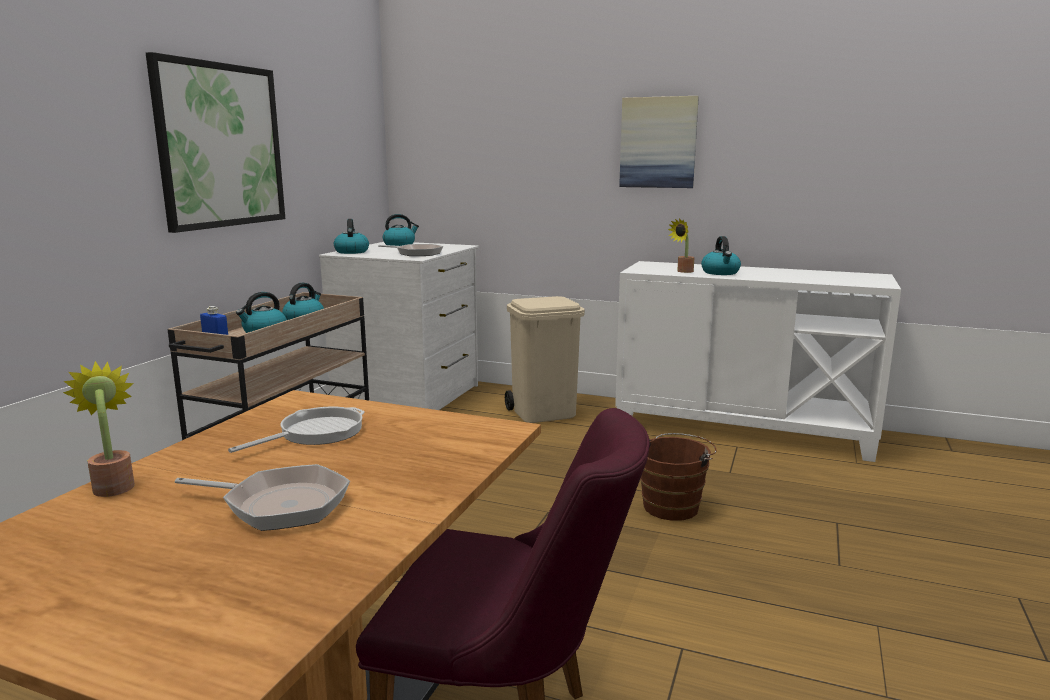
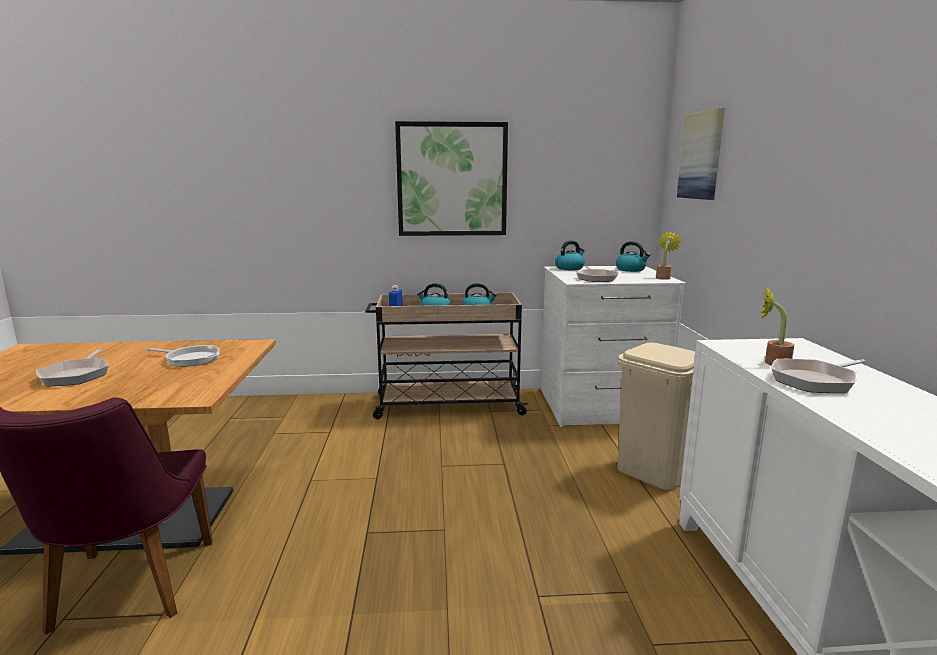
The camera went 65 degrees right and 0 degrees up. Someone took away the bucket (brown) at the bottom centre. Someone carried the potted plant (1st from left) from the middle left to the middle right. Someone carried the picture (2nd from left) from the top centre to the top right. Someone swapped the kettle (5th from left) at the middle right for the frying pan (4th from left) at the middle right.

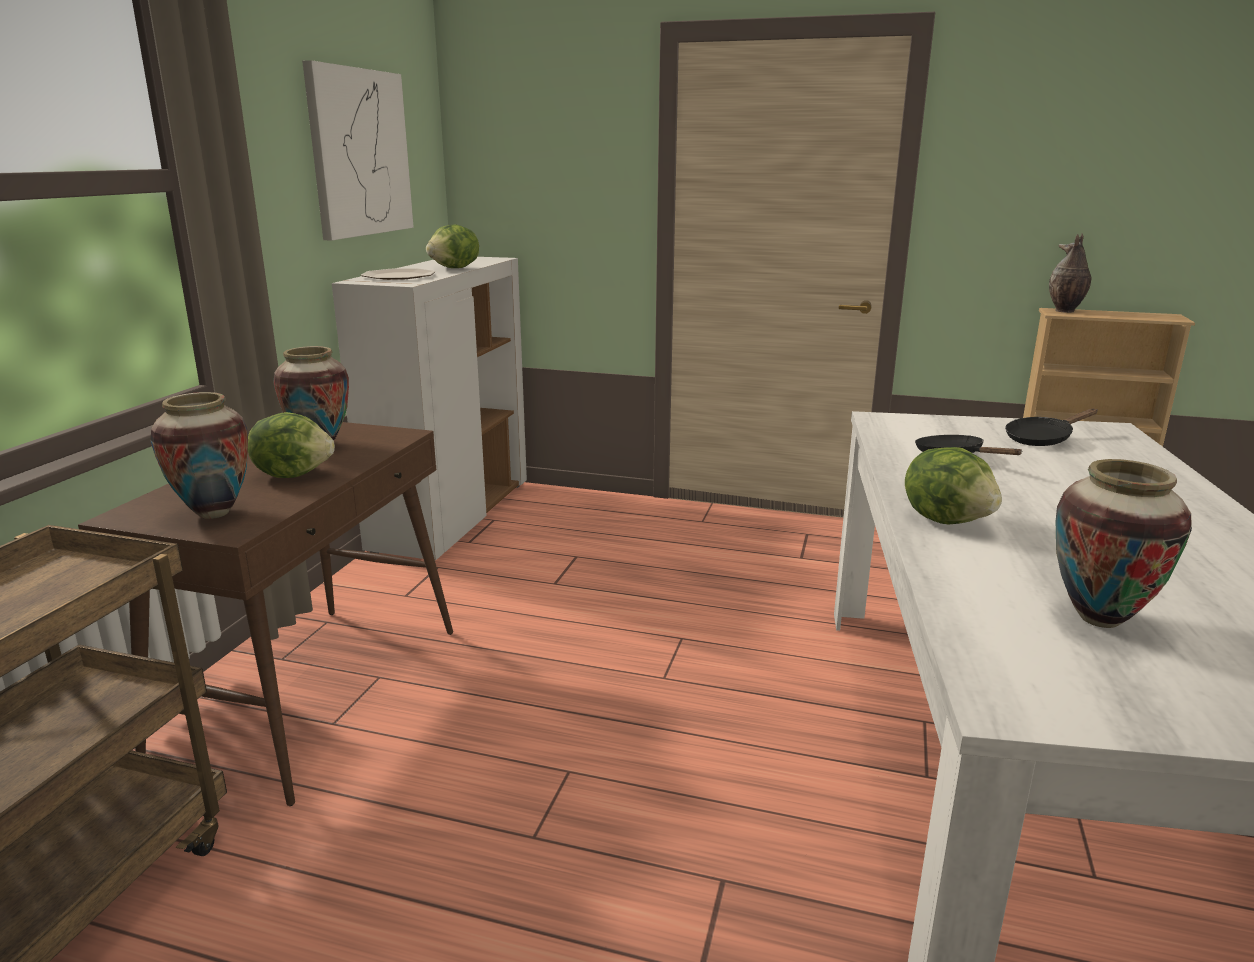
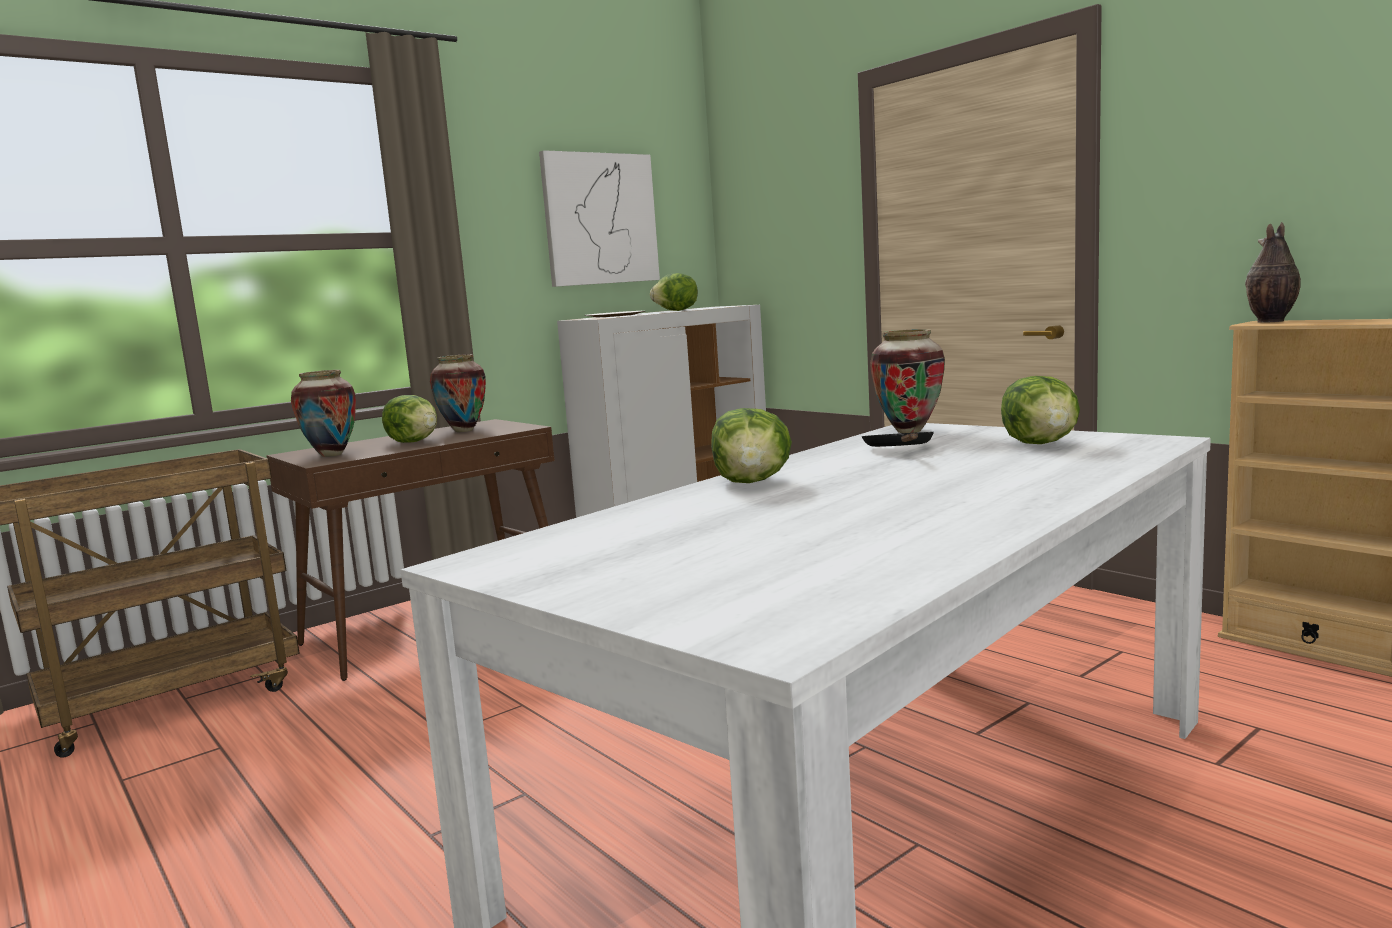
The camera went 35 degrees right and 10 degrees down. Someone carried the vase (4th from left in the first image) from the middle right to the centre. Someone swapped the frying pan (black) (2nd from left) at the middle right for the lettuce (4th from left) at the middle right.

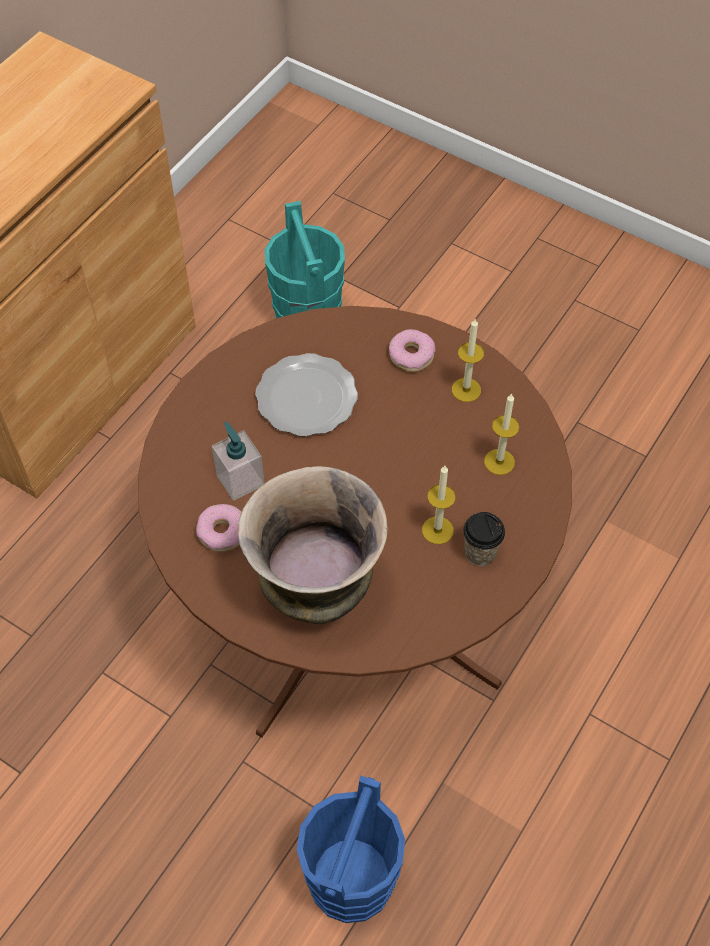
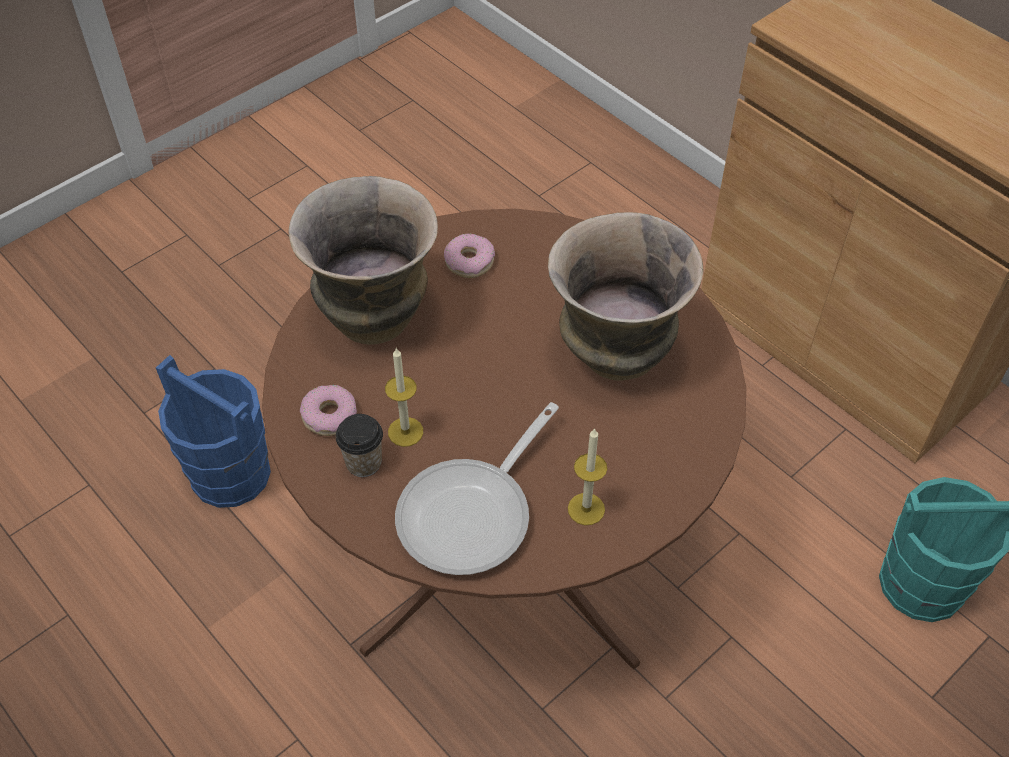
The camera went 105 degrees right and 5 degrees down. Someone took away the soap dispenser at the centre. Someone carried the donut (2nd from left in the first image) from the centre to the middle left. Someone swapped the plate at the centre for the vase (2nd from left) at the centre. Someone swapped the candle (3rd from left) at the middle right for the frying pan at the centre.

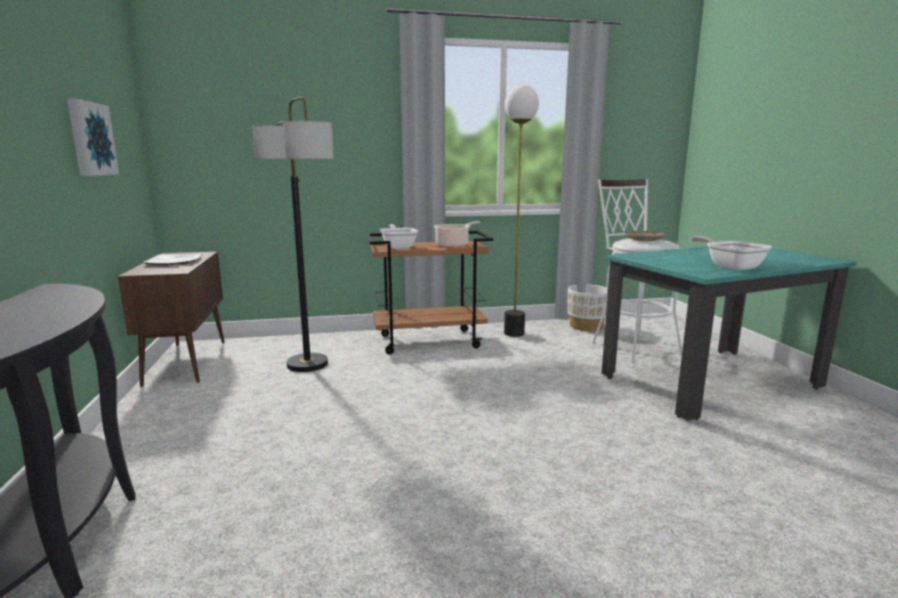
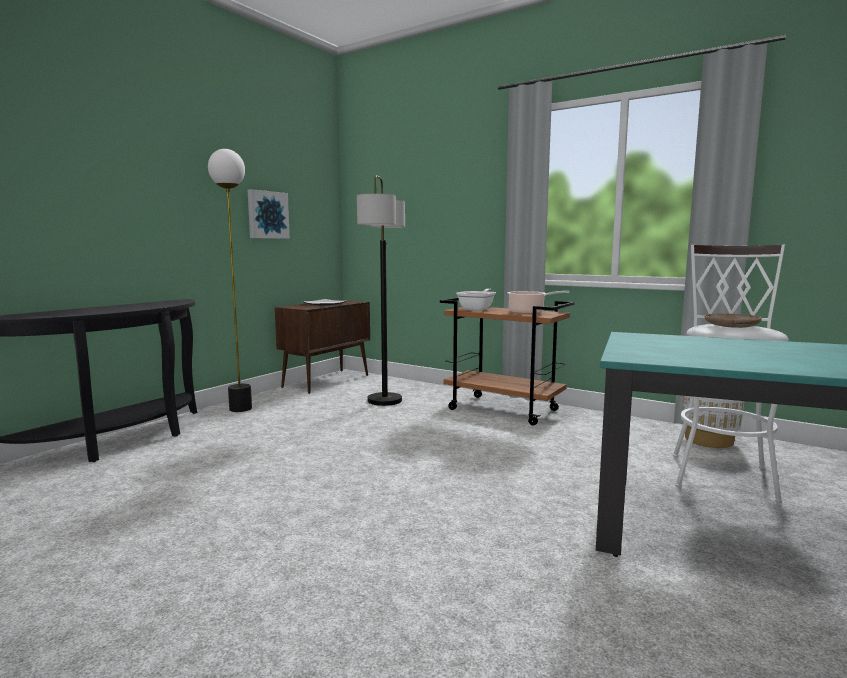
The camera went 45 degrees right and 5 degrees down. Someone took away the frying pan (2nd from left) at the middle right. Someone carried the floor lamp (2nd from left in the first image) from the centre to the middle left.

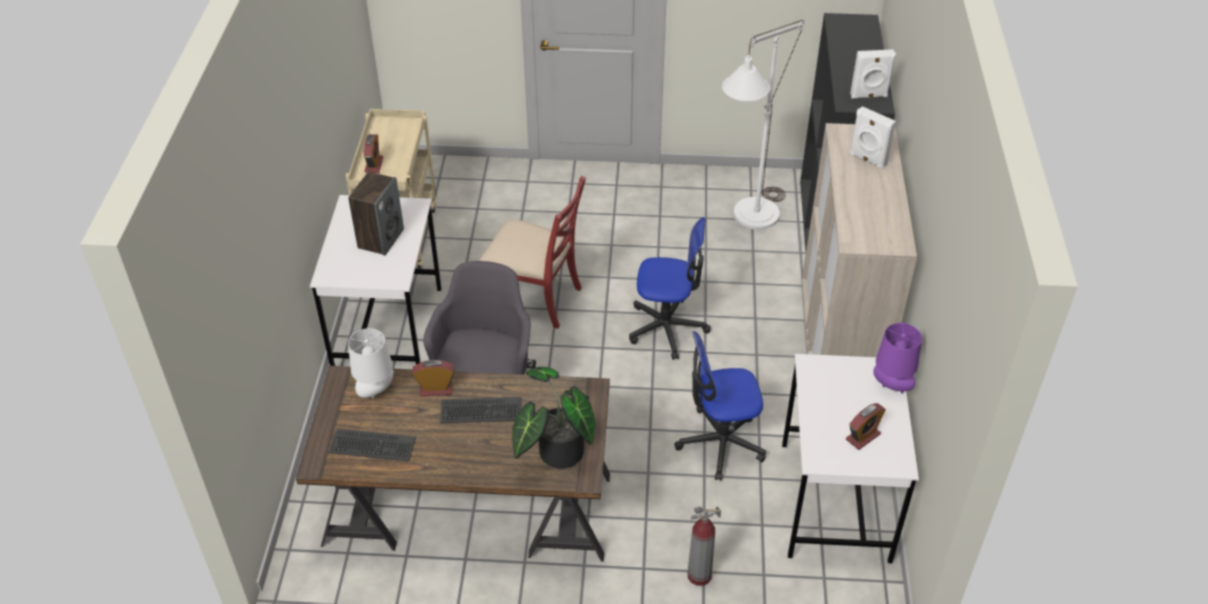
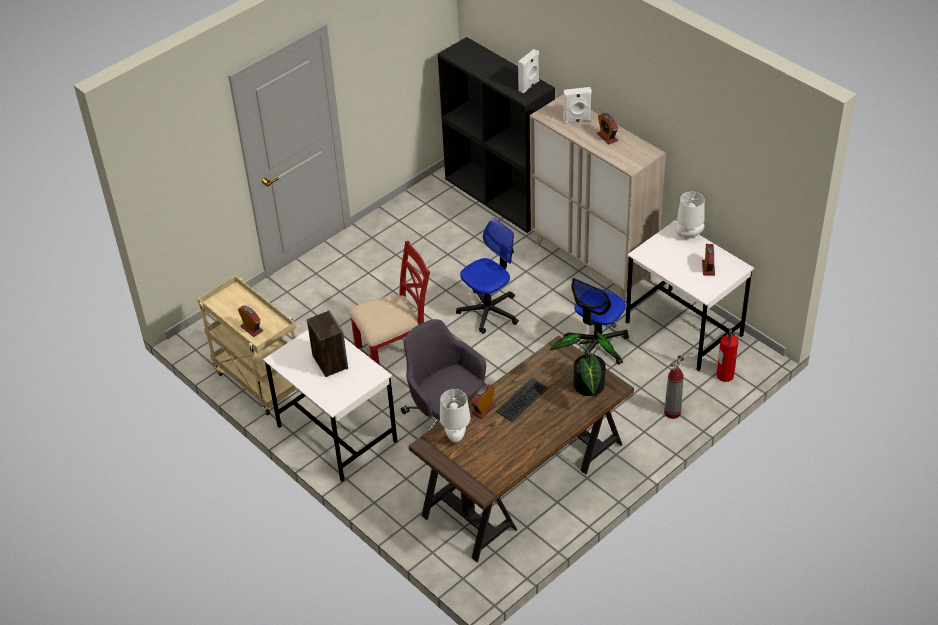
The camera went 45 degrees left and 0 degrees up. Someone took away the keyboard (1st from left) at the bottom left. Someone took away the floor lamp (white) at the top centre. Someone put down the alarm clock (3rd from left) at the top centre. Someone put down the fire extinguisher (2nd from left) at the middle right. Someone repainted the table lamp (purple) at the middle right, which became the table lamp (white) (2nd from left) at the middle right.

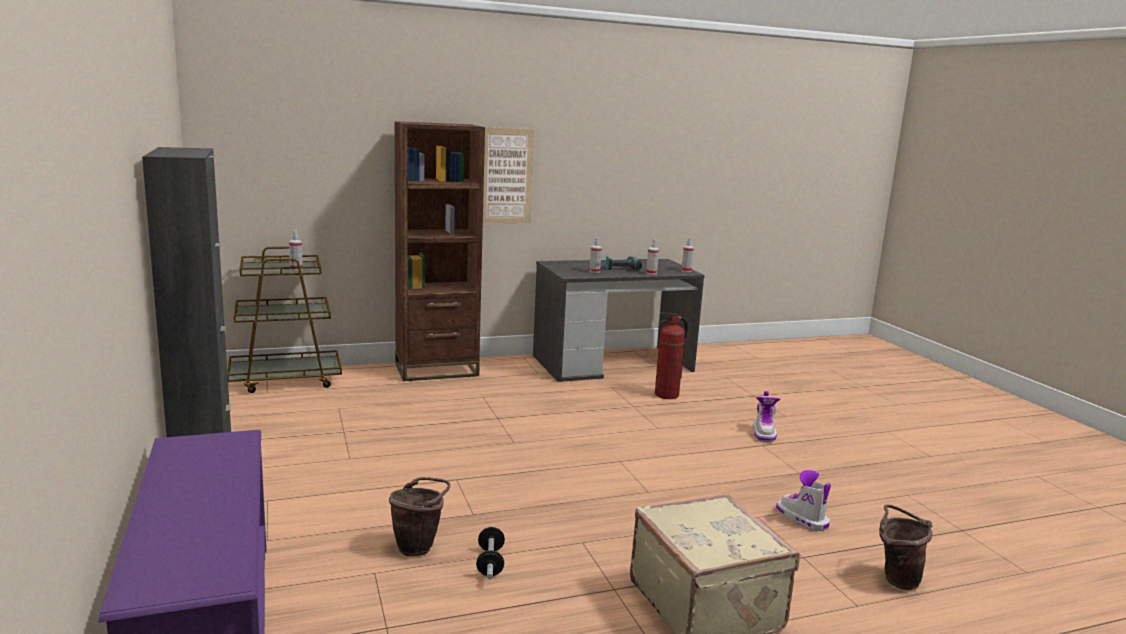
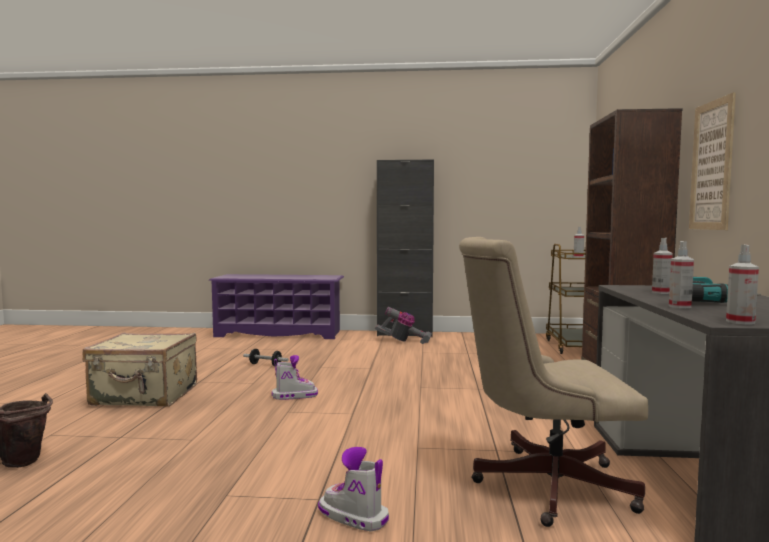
The camera went 115 degrees right and 10 degrees down. Someone took away the bucket (brown) (1st from left) at the bottom centre. Someone put down the vacuum cleaner at the centre. Someone carried the boot (2nd from left in the first image) from the bottom right to the bottom centre. Someone swapped the fire extinguisher at the centre for the office chair (beige) at the bottom right.

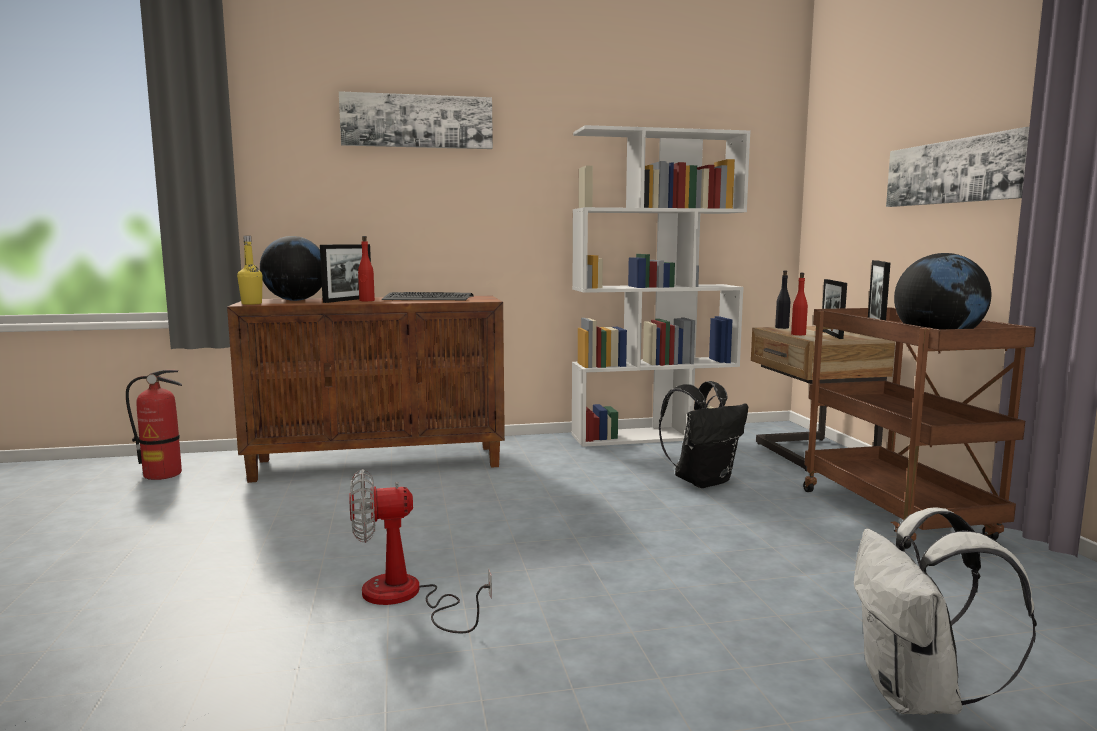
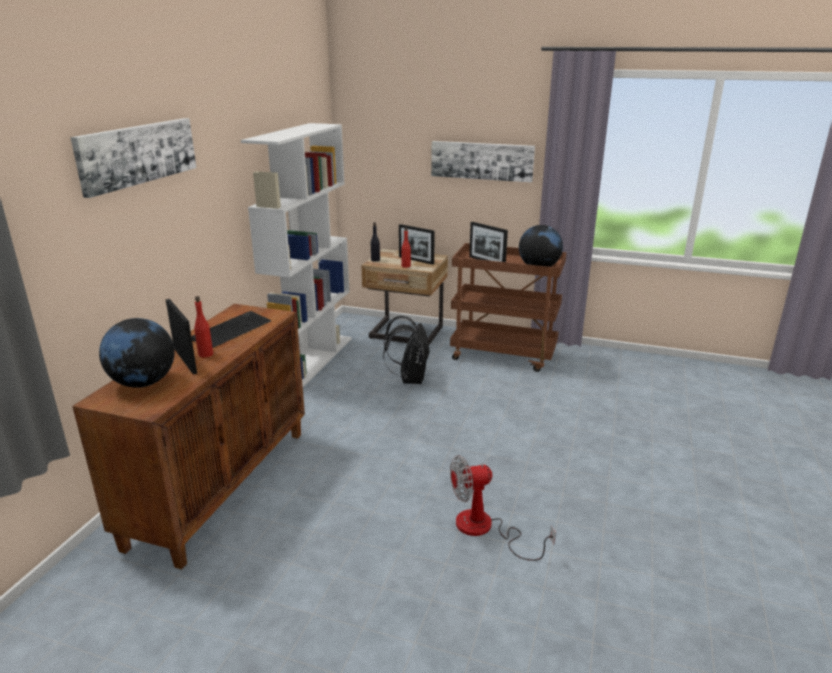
The camera went 60 degrees left and 15 degrees up. Someone took away the fire extinguisher at the middle left. Someone took away the bottle (yellow) at the middle left. Someone took away the backpack (white) at the bottom right. Someone rotated the fan at the bottom centre by 60 degrees clockwise.

